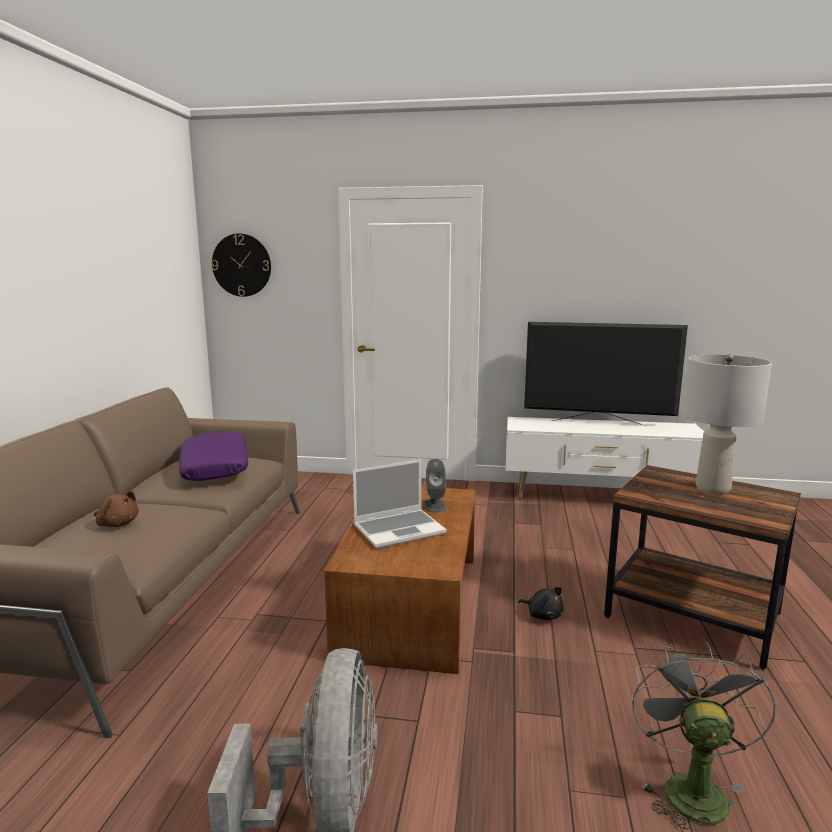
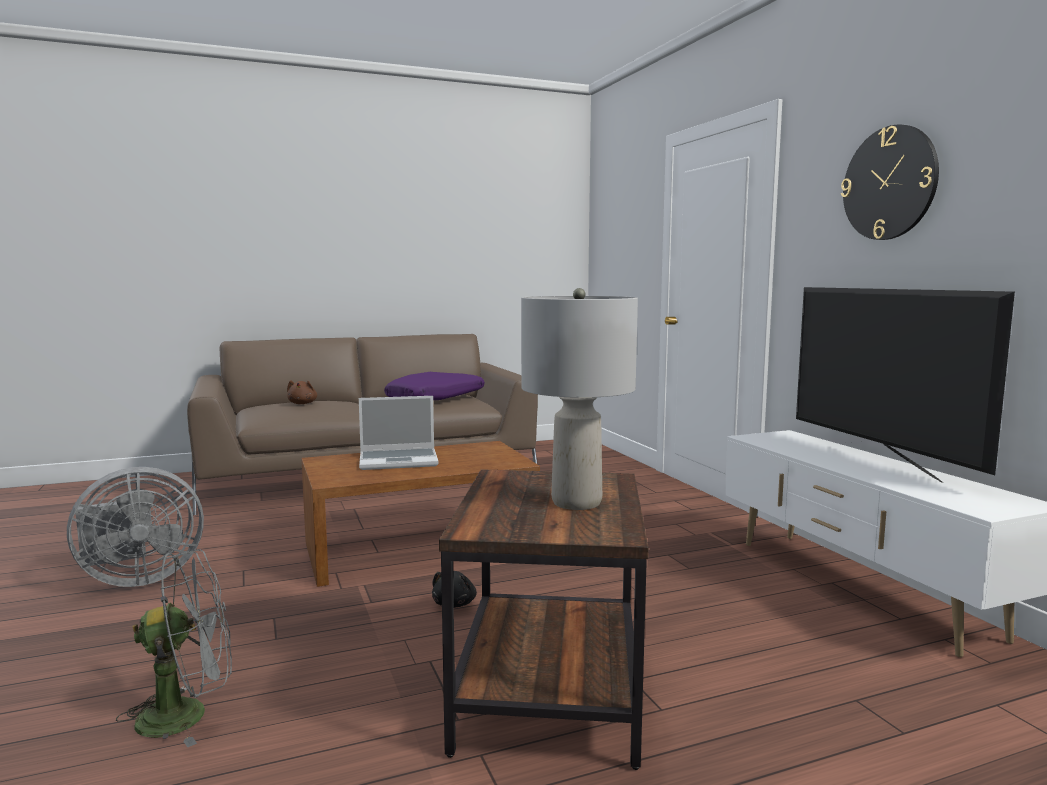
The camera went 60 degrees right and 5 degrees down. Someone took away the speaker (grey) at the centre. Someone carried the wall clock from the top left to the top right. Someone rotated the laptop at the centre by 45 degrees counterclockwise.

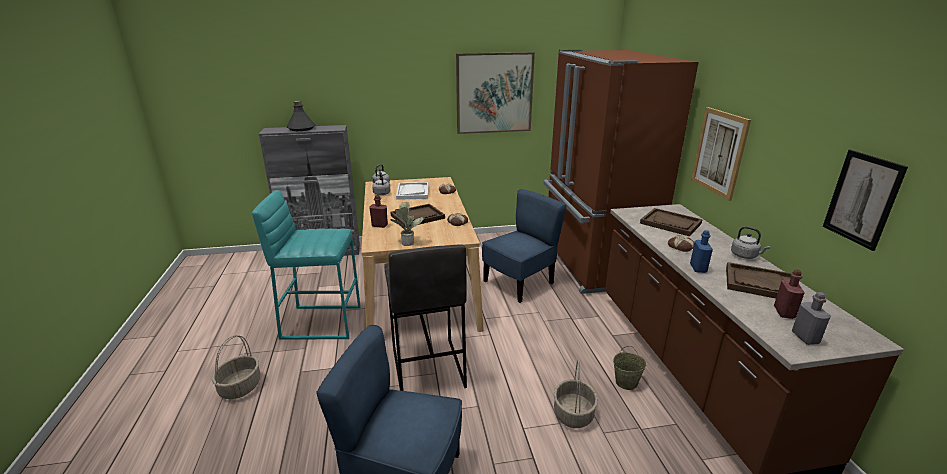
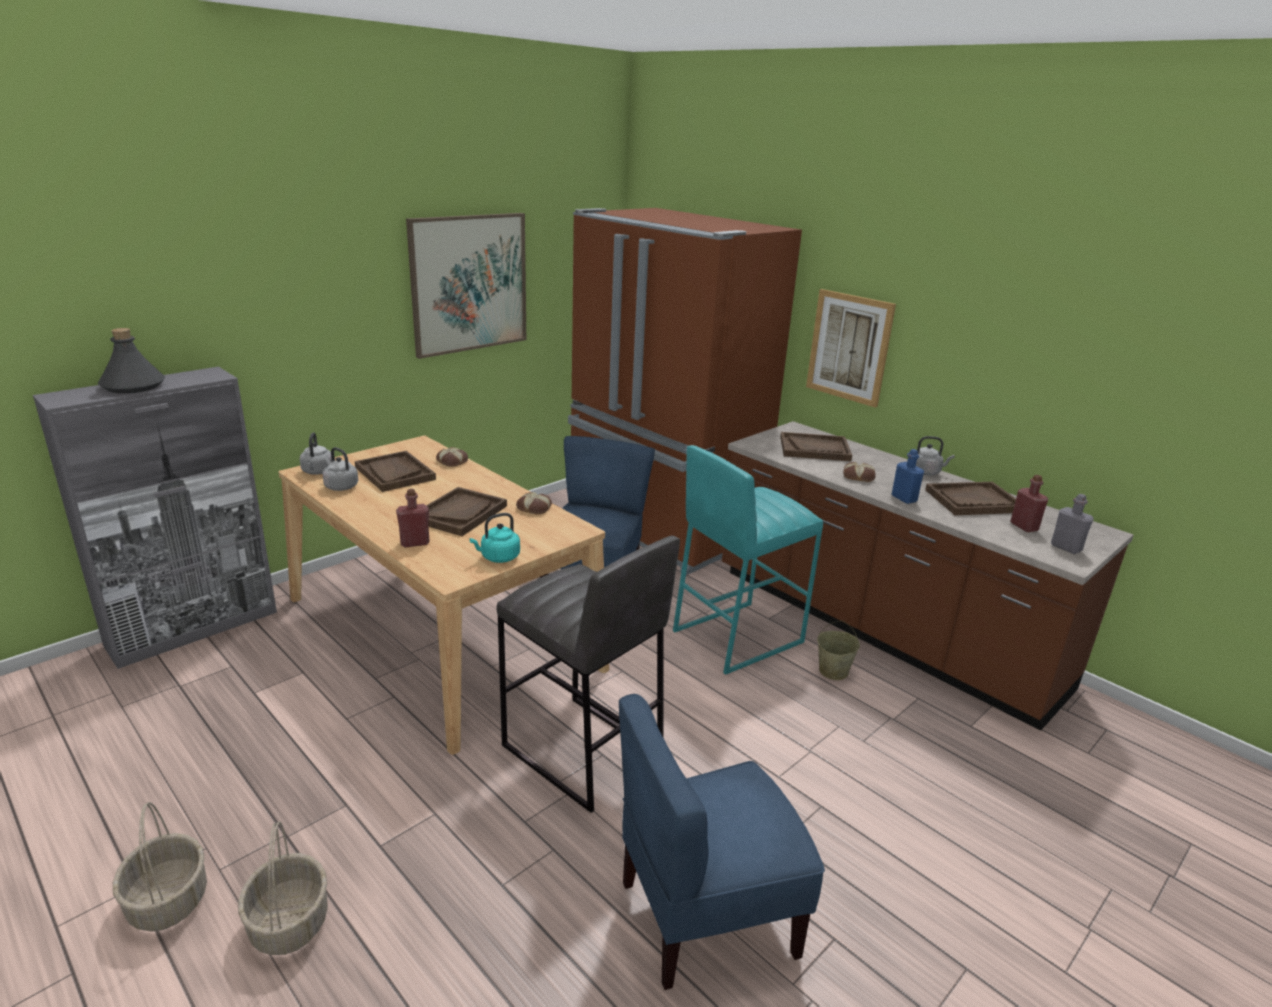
The camera went 35 degrees left and 0 degrees up. Someone took away the picture (3rd from left) at the middle right. Someone carried the stool (turquoise) from the middle left to the centre. Someone carried the basket (2nd from left in the first image) from the bottom centre to the bottom left. Someone swapped the potted plant at the centre for the kettle (turquoise) at the centre. Someone repainted the tray (white) at the centre, which became the tray (brown) (1st from left) at the middle left.

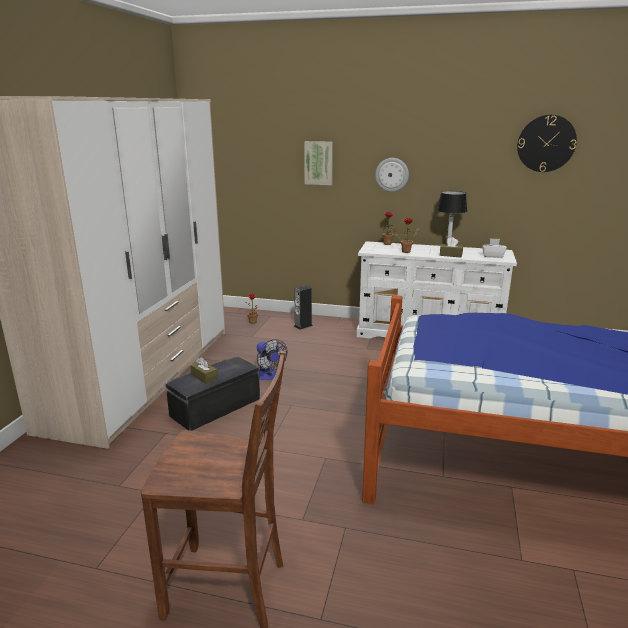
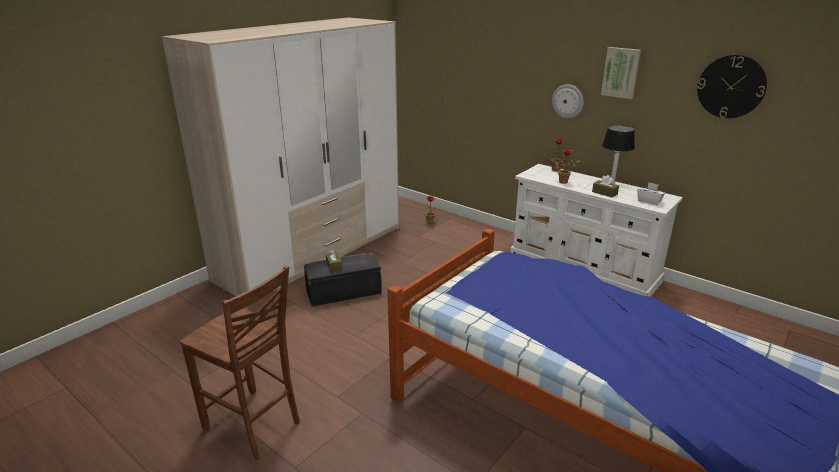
The camera went 25 degrees right and 5 degrees up. Someone took away the fan at the centre. Someone took away the speaker at the centre. Someone carried the picture from the top centre to the top right.

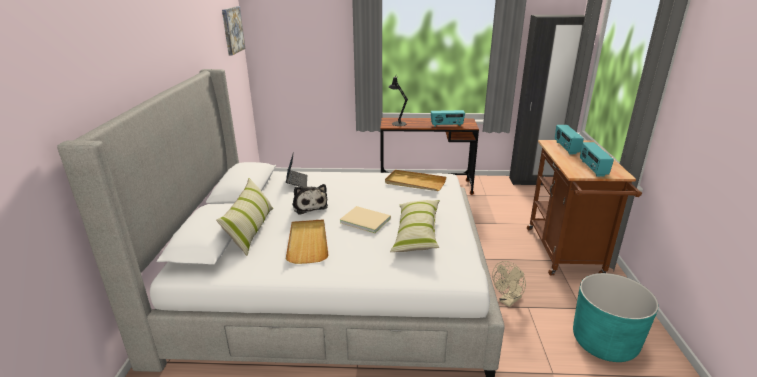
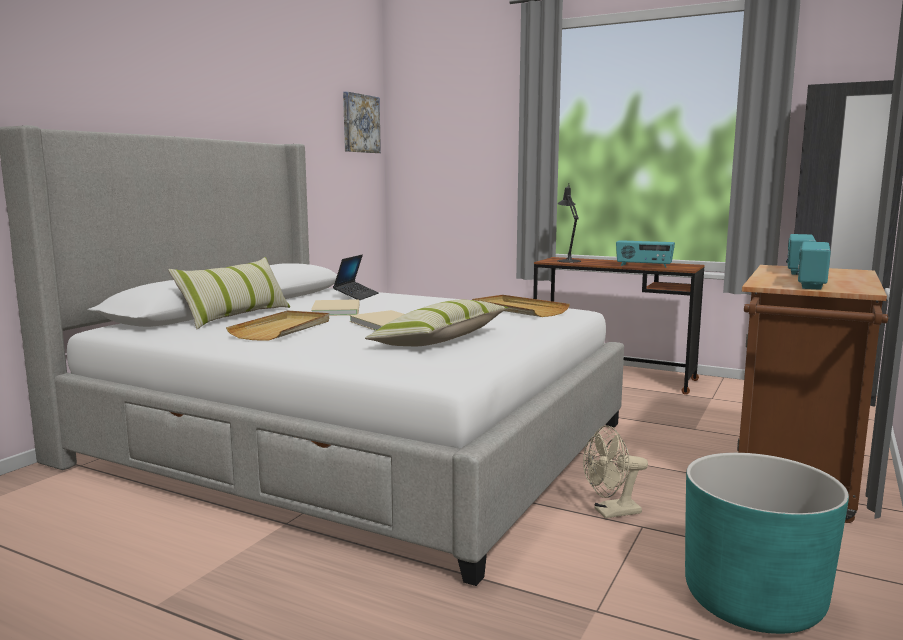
The camera went 25 degrees right and 15 degrees down. Someone swapped the plush toy at the centre for the book (beige) (1st from left) at the centre.

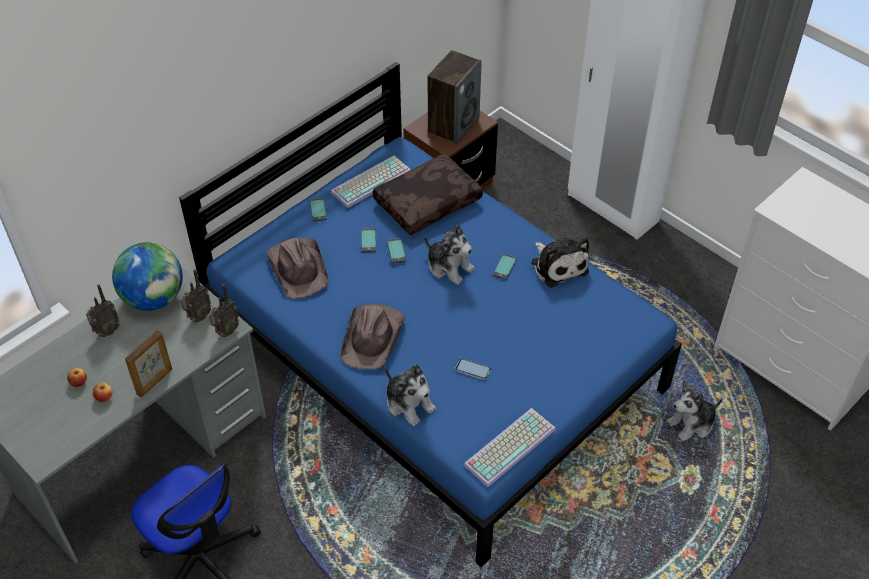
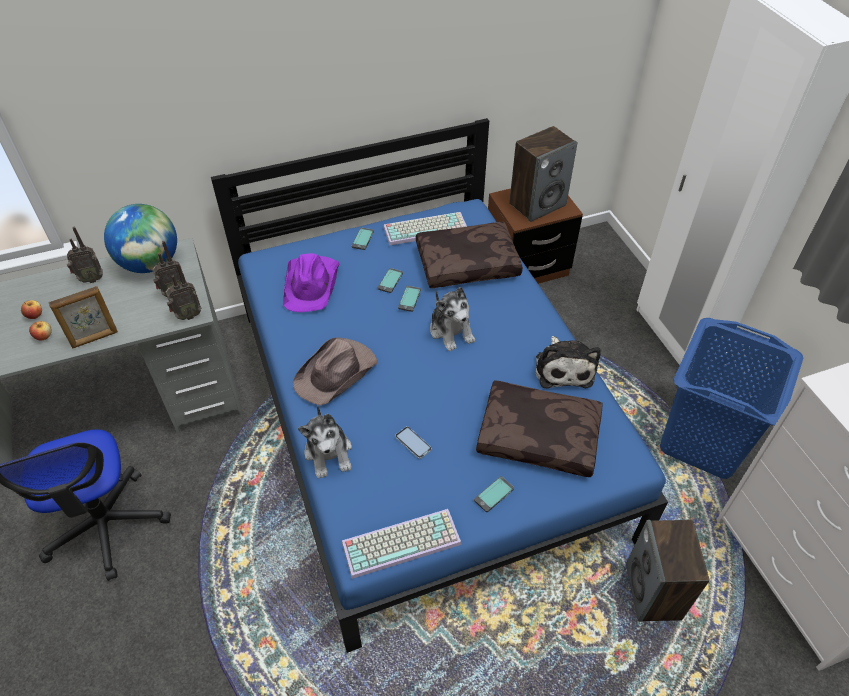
The camera went 25 degrees right and 0 degrees up. Someone put down the pillow (brown) (2nd from left) at the centre. Someone put down the laundry basket (blue) at the middle right. Someone carried the phone (5th from left) from the centre to the bottom centre. Someone swapped the plush toy (4th from left) at the bottom right for the speaker (2nd from left) at the bottom right. Someone repainted the hat (brown) (1st from left) at the centre, which became the hat (purple) at the centre.

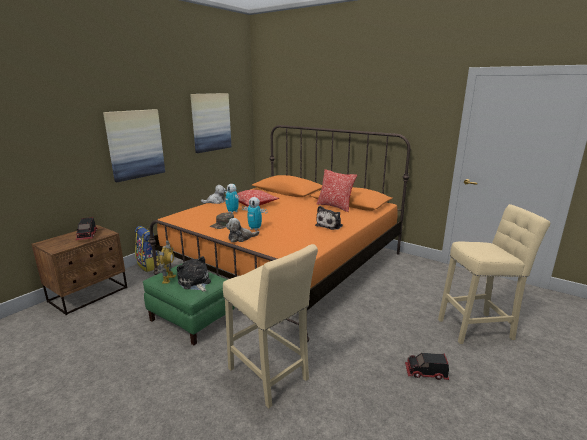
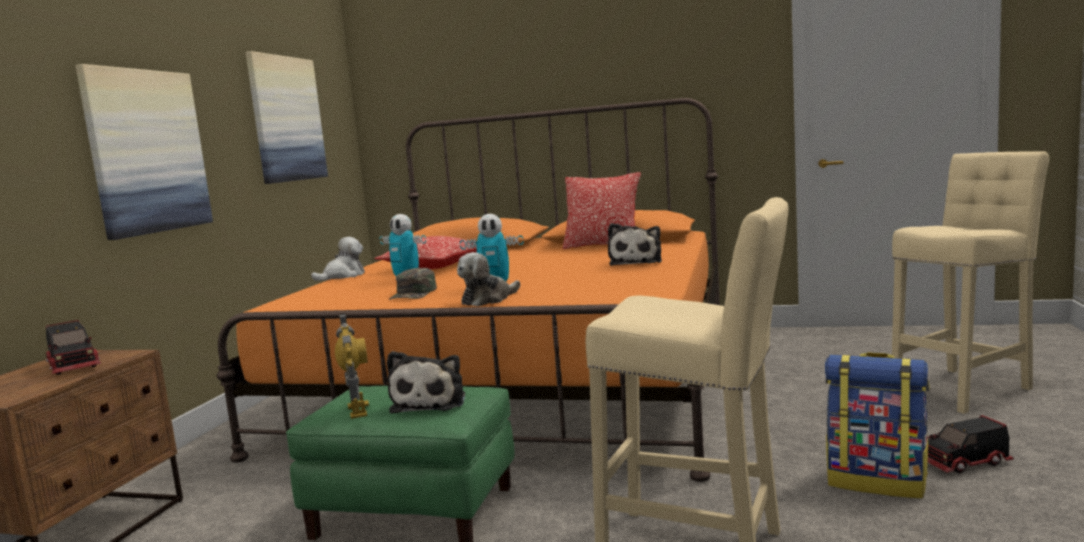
The camera went 20 degrees left and 10 degrees down. Someone carried the backpack from the middle left to the bottom right. Someone rotated the plush toy (1st from left in the first image) at the middle left by 120 degrees counterclockwise.

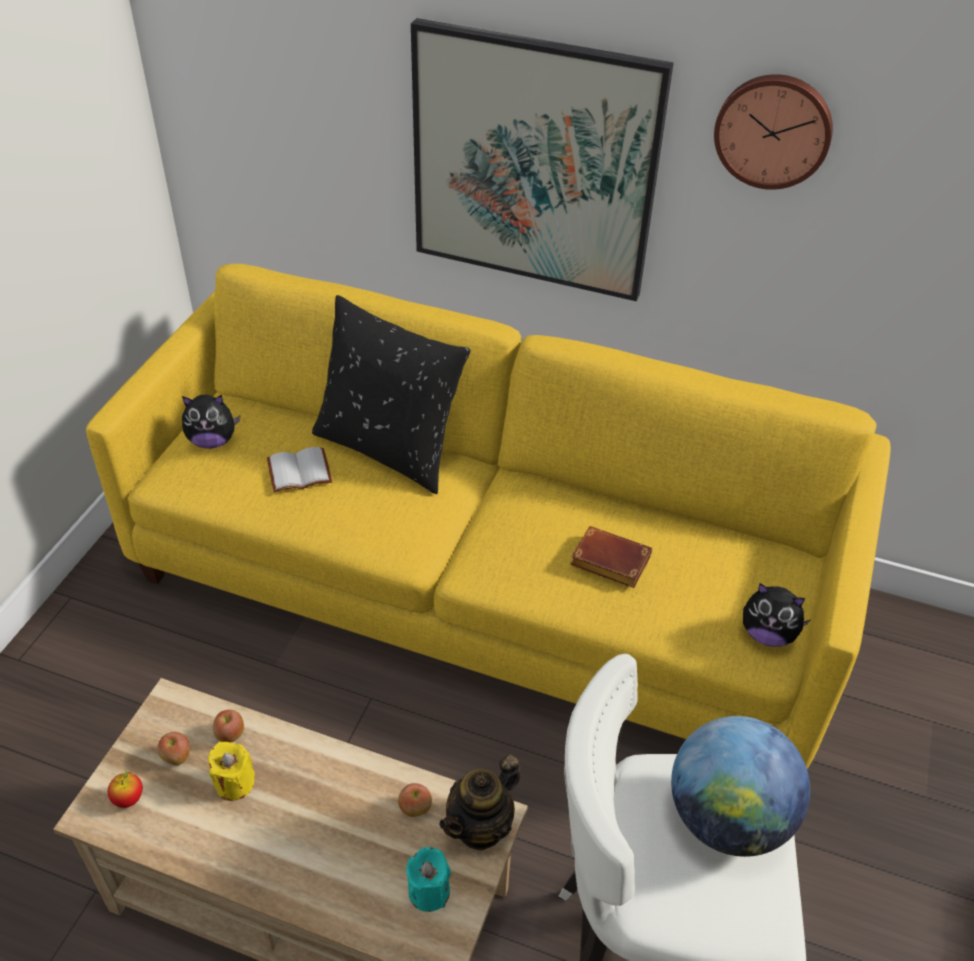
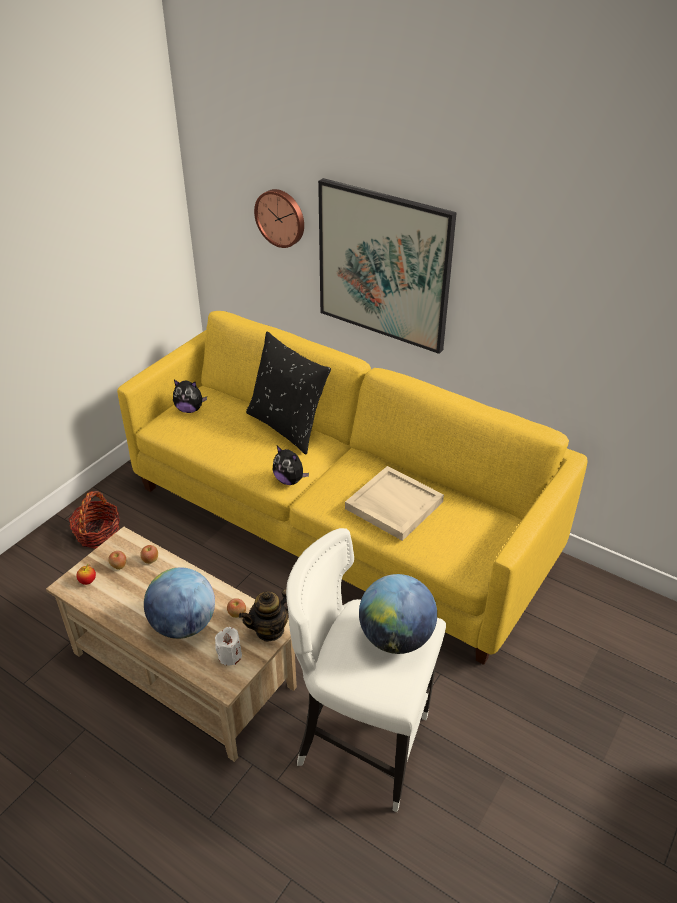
The camera went 15 degrees right and 5 degrees down. Someone took away the candle (yellow) at the bottom left. Someone took away the book (white) at the middle left. Someone put down the basket at the middle left. Someone put down the globe (1st from left) at the bottom left. Someone carried the wall clock from the top right to the top centre. Someone carried the plush toy (2nd from left) from the middle right to the centre. Someone swapped the book (brown) at the centre for the tray (beige) at the centre. Someone repainted the candle (turquoise) at the bottom centre, which became the candle (white) at the bottom centre.

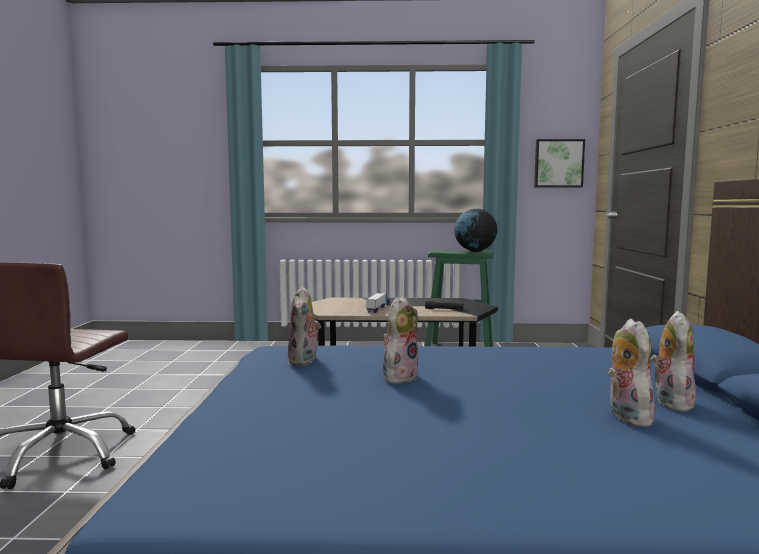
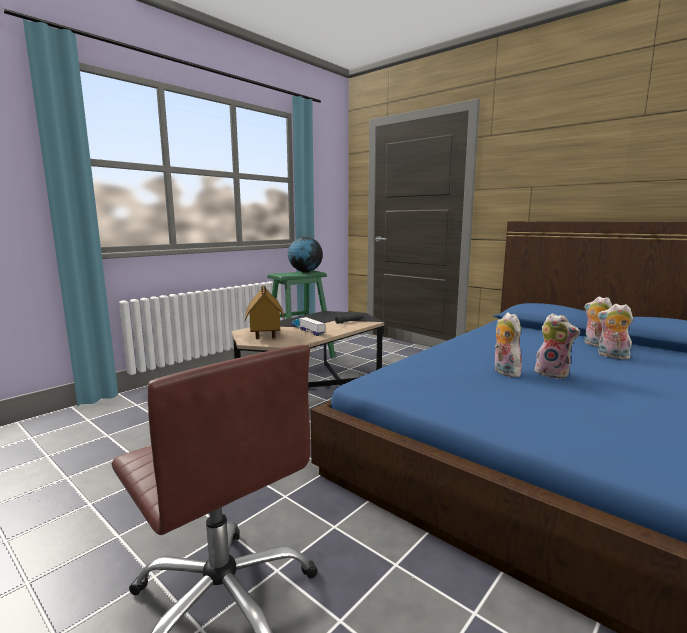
The camera went 50 degrees left and 5 degrees up. Someone took away the picture at the top right. Someone put down the toy house at the centre. Someone carried the plush toy (1st from left in the first image) from the centre to the middle right.

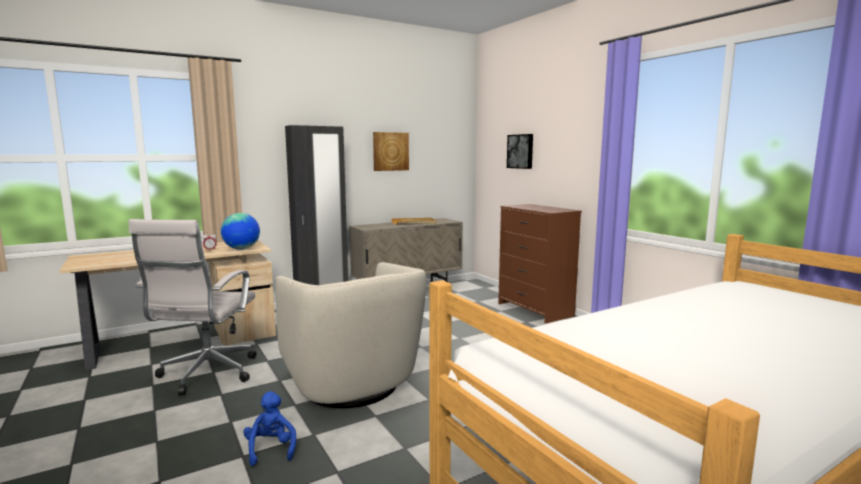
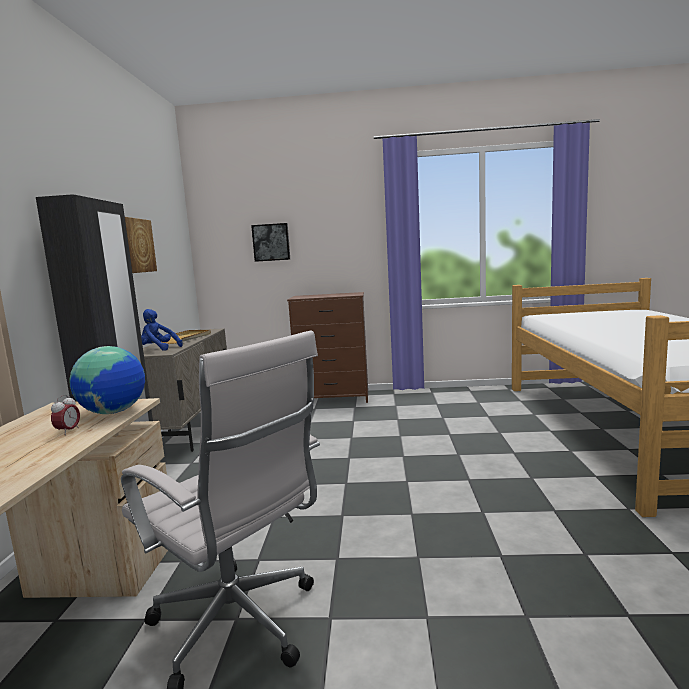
The camera went 55 degrees left and 0 degrees up. Someone took away the armchair (beige) at the bottom centre. Someone carried the plush toy (blue) from the bottom left to the middle left.

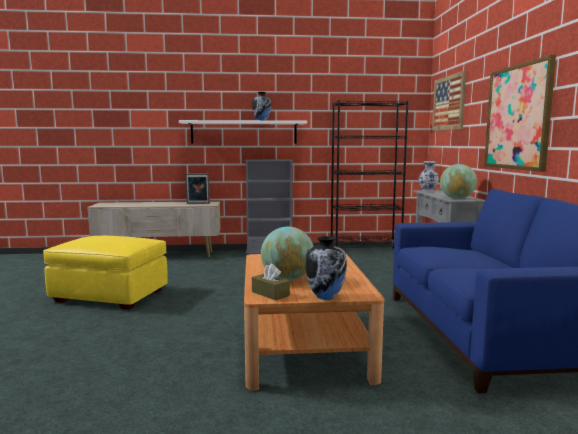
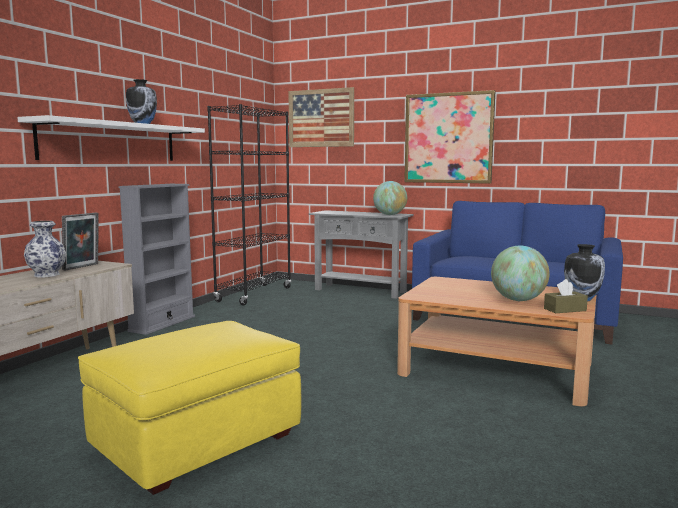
The camera went 60 degrees left and 0 degrees up. Someone carried the vase (3rd from left in the first image) from the middle right to the middle left.

